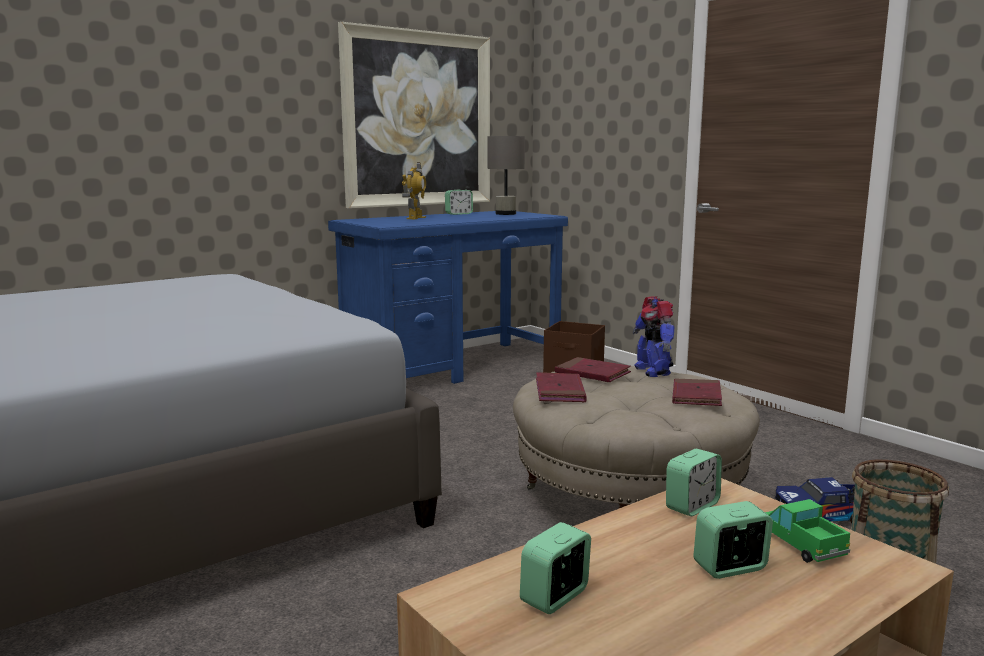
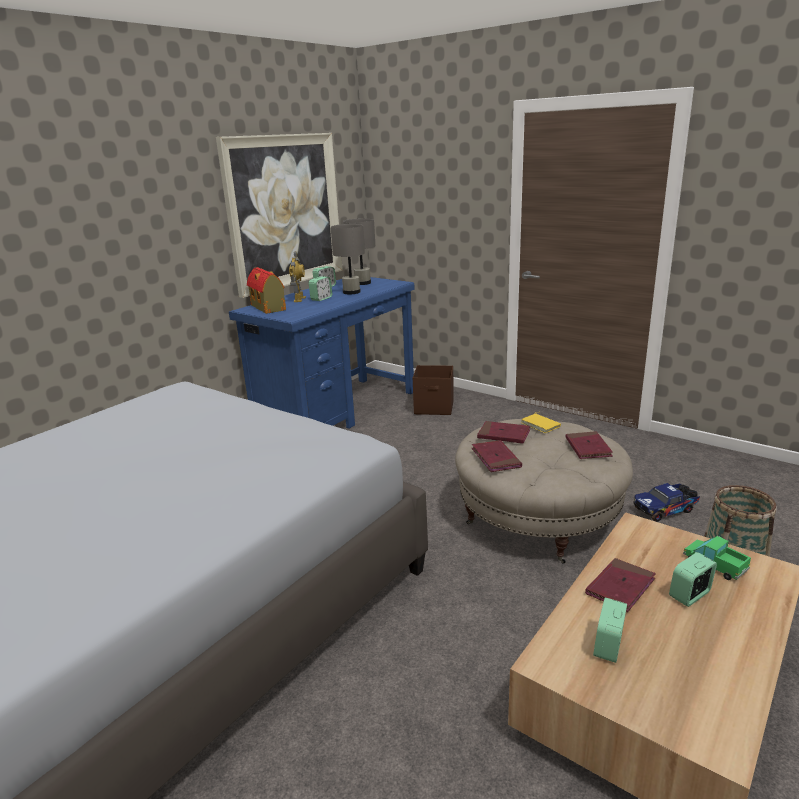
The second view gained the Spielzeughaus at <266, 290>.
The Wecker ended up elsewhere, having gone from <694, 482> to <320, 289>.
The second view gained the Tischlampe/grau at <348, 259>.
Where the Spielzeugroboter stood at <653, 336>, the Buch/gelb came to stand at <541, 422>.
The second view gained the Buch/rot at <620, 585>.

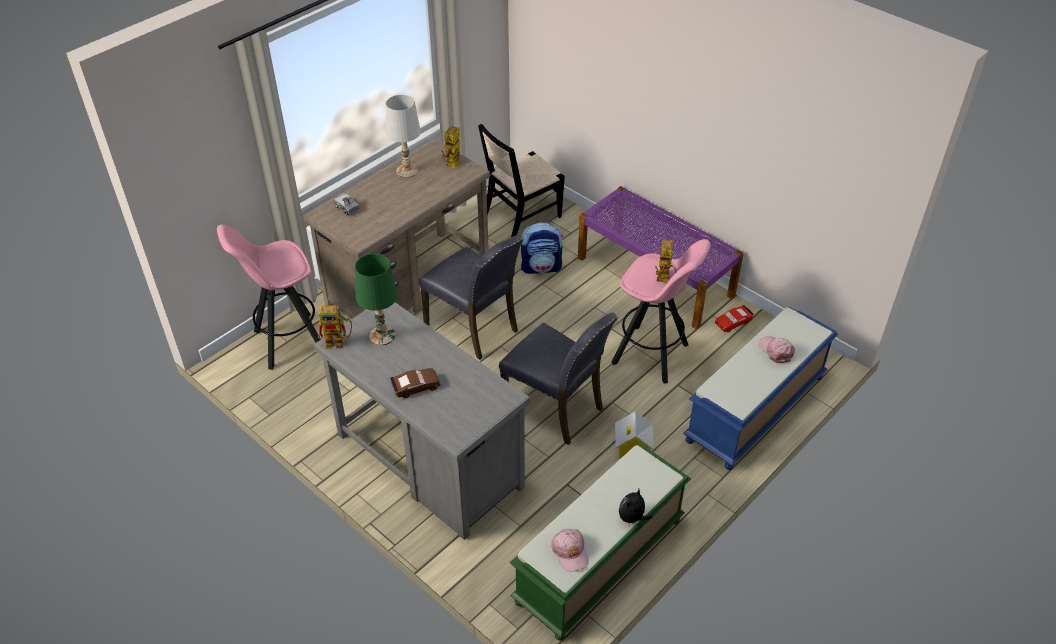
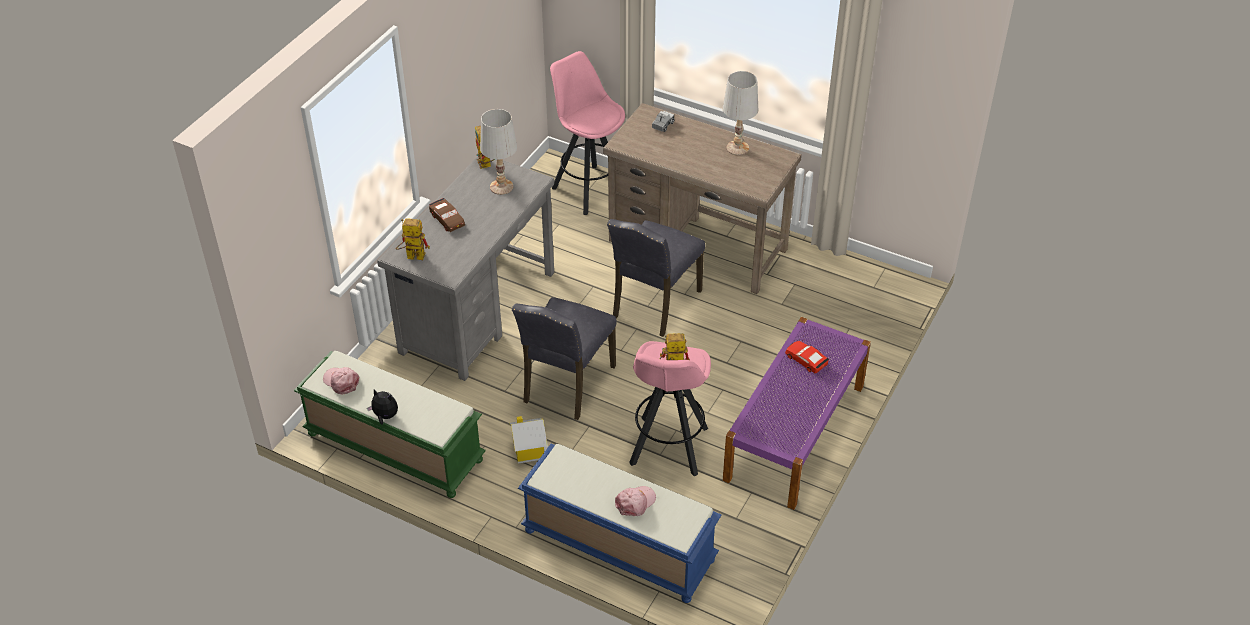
The Kappe/rosa at <570, 550> ended up facing another way, 75 degrees clockwise from before.
The Spielzeugroboter ended up elsewhere, having gone from <451, 147> to <413, 239>.
What was the Tischlampe/grün at <376, 299> turned into the Tischlampe/weiß at <498, 152>.
The Spielzeugauto/rot ended up elsewhere, having gone from <734, 318> to <807, 357>.
The second view lost the Stuhl at <521, 180>.
The second view lost the Rucksack at <542, 248>.

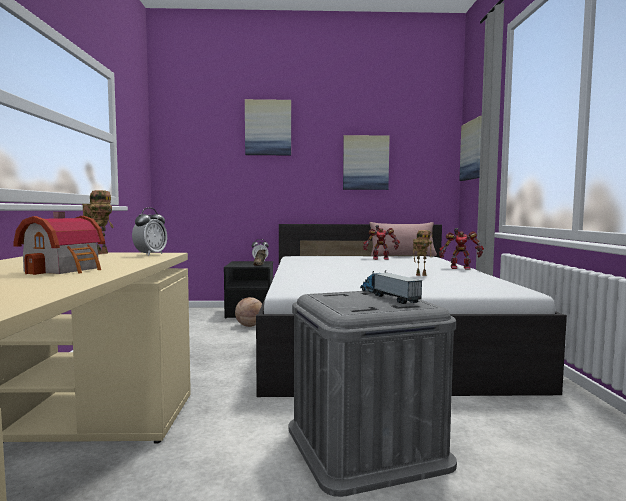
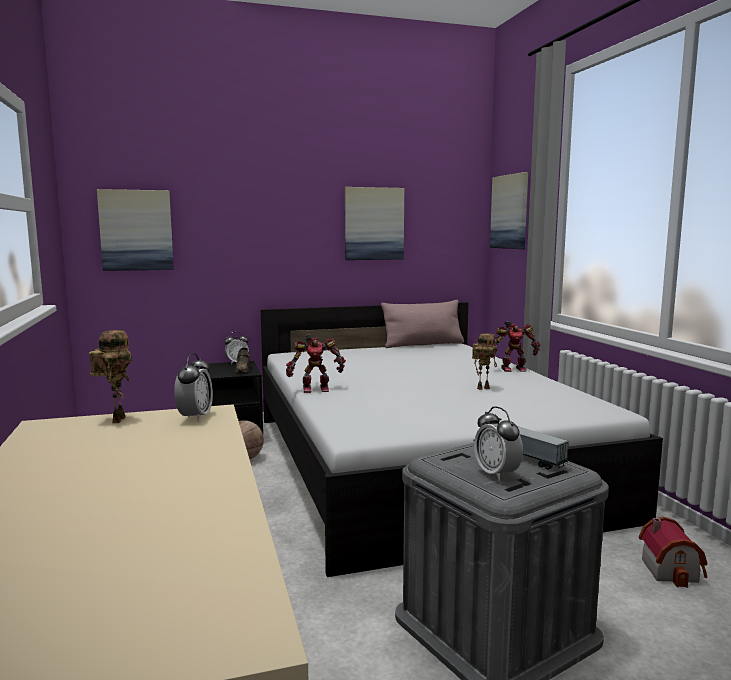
The Bild ended up elsewhere, having gone from <268, 127> to <135, 230>.
The Spielzeugroboter ended up elsewhere, having gone from <381, 242> to <316, 363>.
The second view gained the Wecker at <498, 443>.
The Spielzeughaus ended up elsewhere, having gone from <59, 243> to <673, 552>.

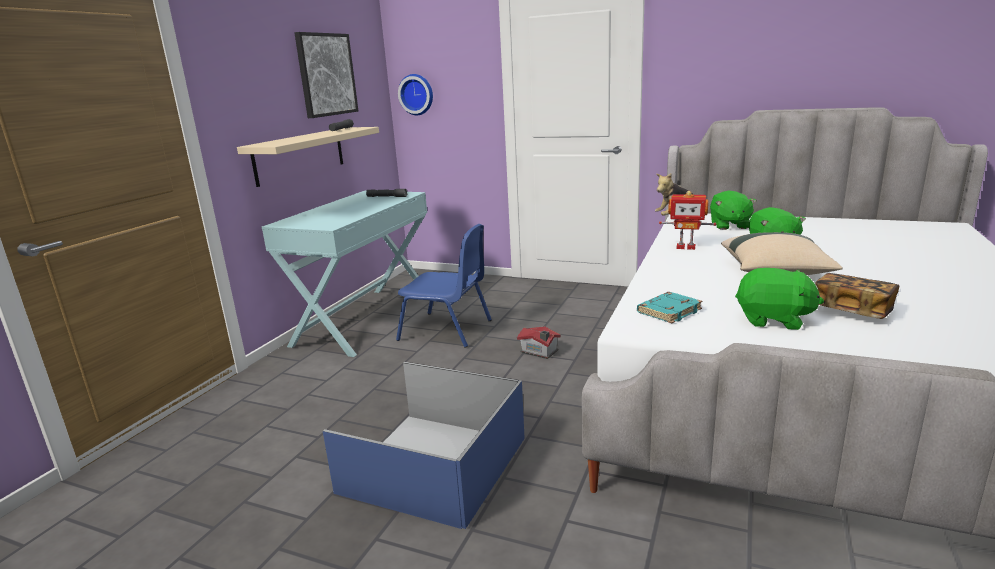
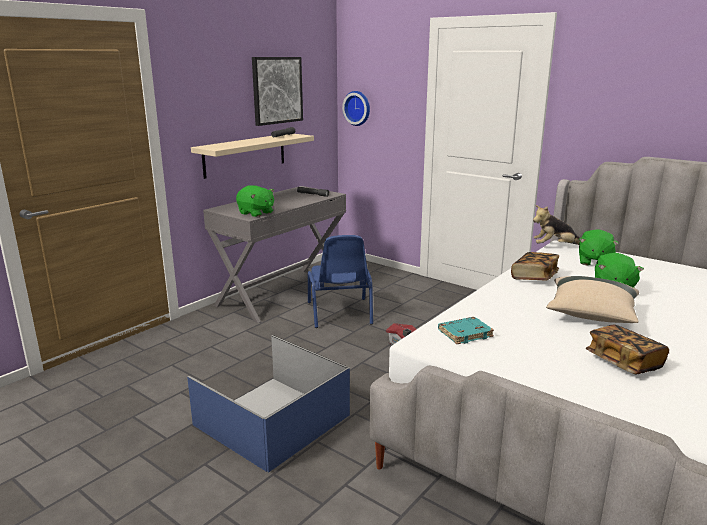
What was the Schreibtisch/türkis at <344, 274> turned into the Schreibtisch/grau at <274, 254>.
The Plüschtier/grün ended up elsewhere, having gone from <779, 299> to <255, 201>.
The Stuhl/blau at <444, 286> ended up facing another way, 45 degrees clockwise from before.
Where the Spielzeugroboter stood at <687, 220>, the Buch came to stand at <535, 266>.

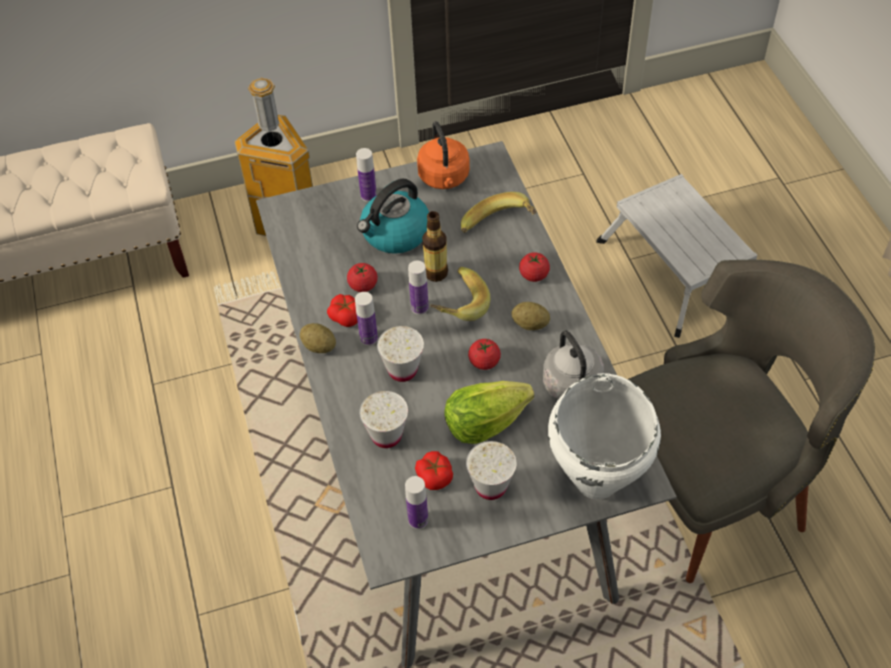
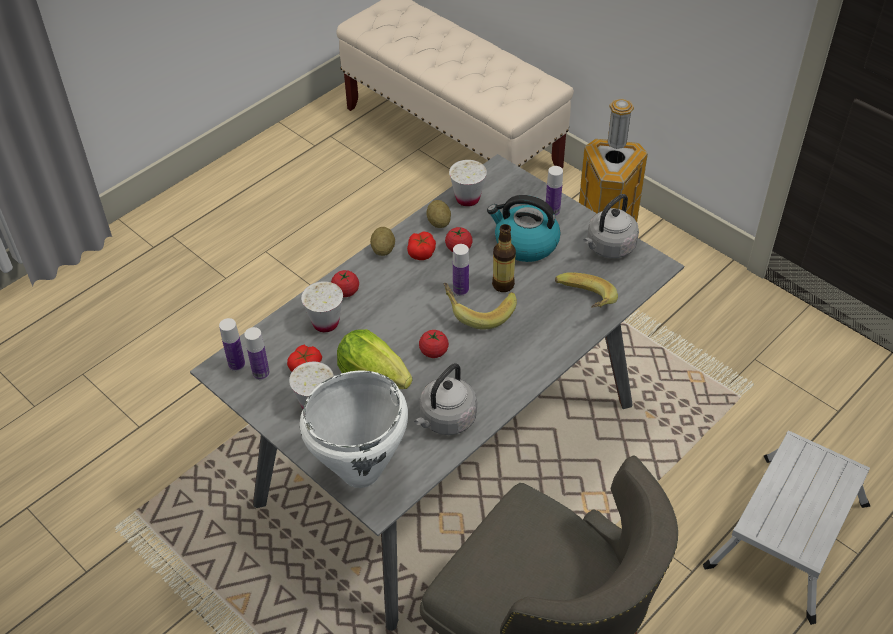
The Flasche ended up elsewhere, having gone from <366, 319> to <232, 344>.
The Tomate ended up elsewhere, having gone from <534, 267> to <345, 283>.
The Kartoffel ended up elsewhere, having gone from <531, 316> to <438, 214>.
The Tasse/weiß ended up elsewhere, having gone from <400, 354> to <468, 183>.
What was the Wasserkessel/orange at <443, 155> turned into the Wasserkessel/grau at <611, 226>.

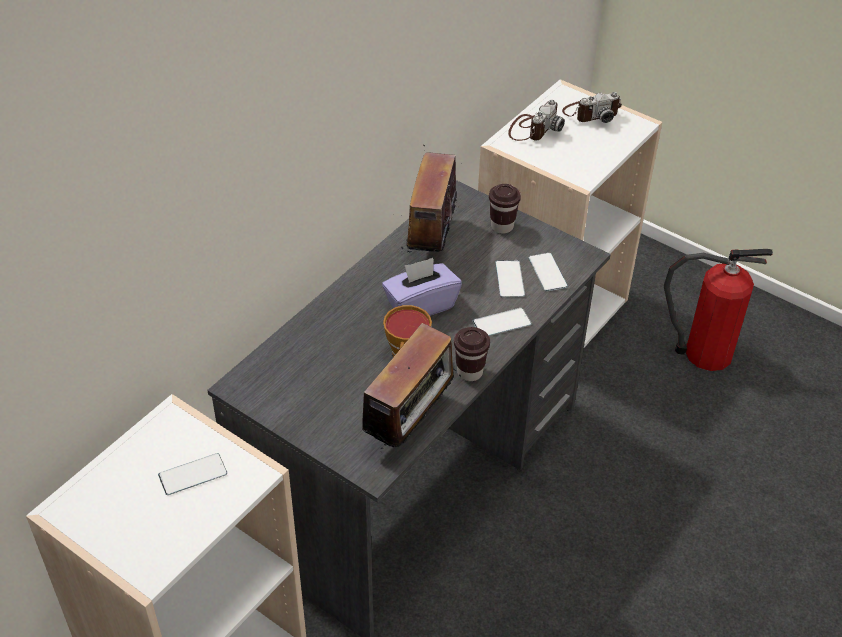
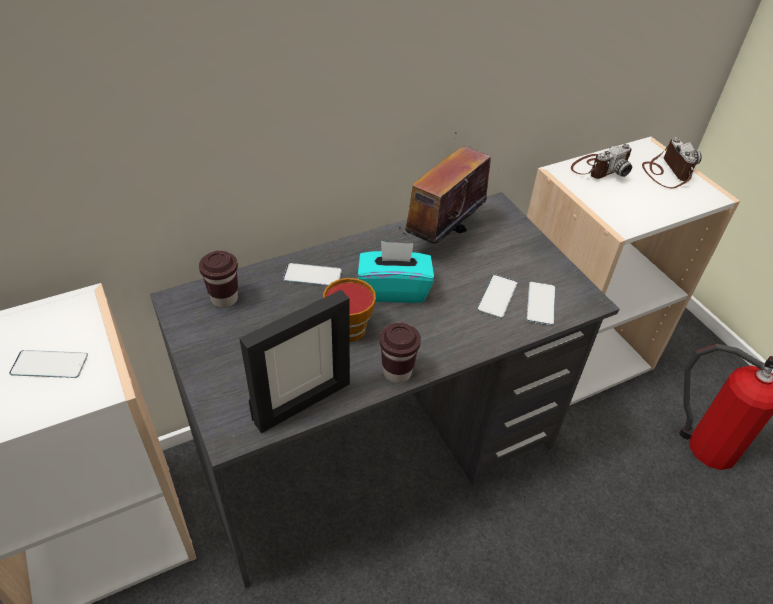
The Tasse/braun ended up elsewhere, having gone from <505, 209> to <218, 279>.
Where the Radio stood at <406, 386>, the Bilderrahmen came to stand at <294, 361>.
The Handy ended up elsewhere, having gone from <502, 322> to <312, 274>.
What was the Taschentuchbox/lila at <422, 287> turned into the Taschentuchbox/türkis at <395, 272>.
The Kamera at <592, 107> ended up facing another way, 105 degrees counterclockwise from before.

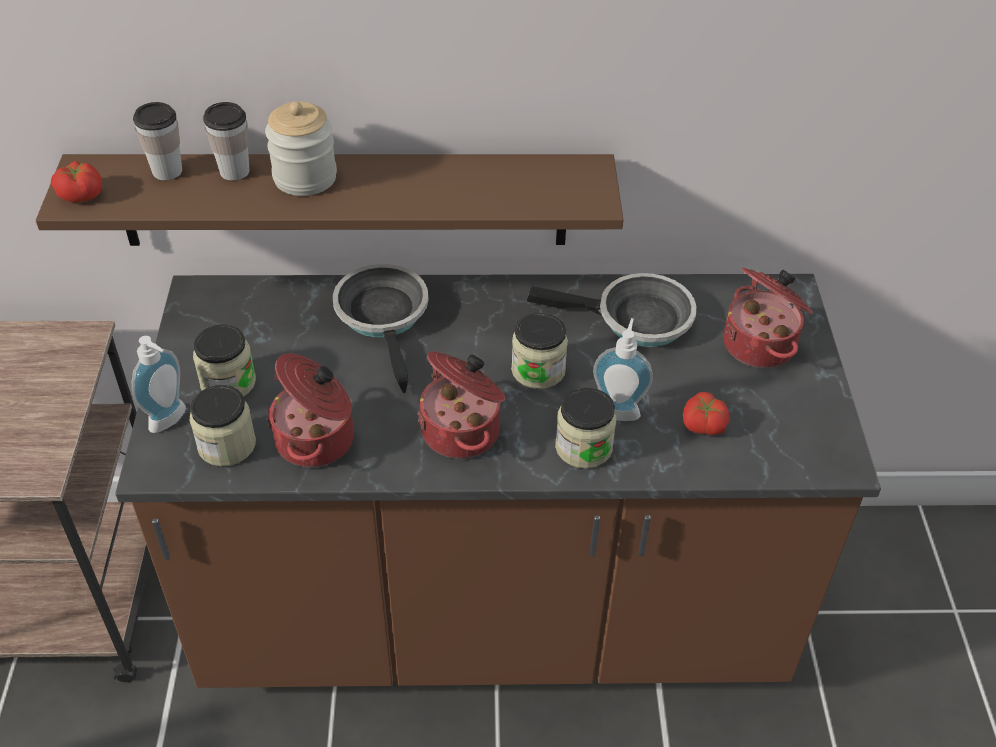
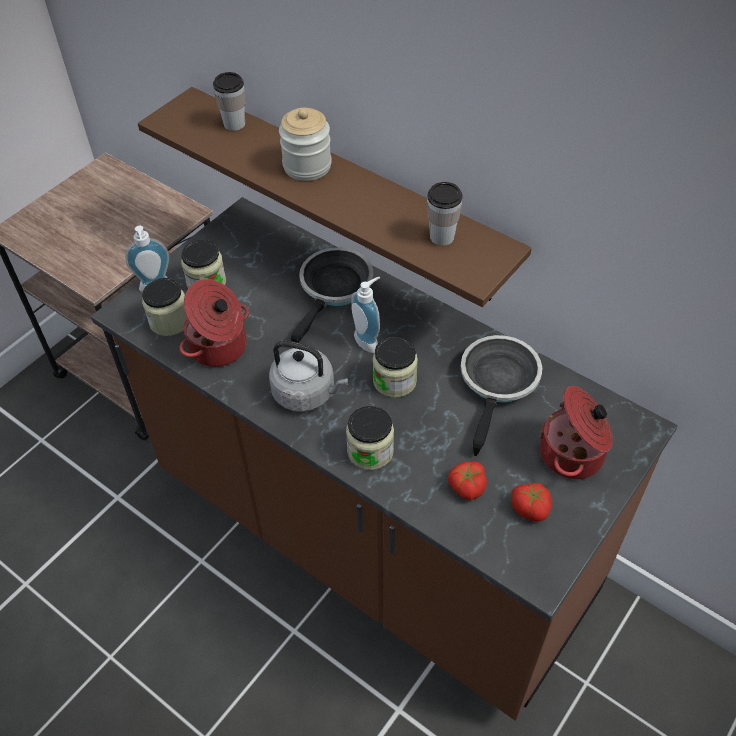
Where the Kochtopf stood at <461, 405>, the Wasserkessel/grau came to stand at <308, 376>.
The Seifenspender ended up elsewhere, having gone from <623, 369> to <365, 315>.
The Tasse ended up elsewhere, having gone from <226, 141> to <444, 214>.
The Pfanne at <612, 310> ended up facing another way, 120 degrees counterclockwise from before.
The Tomate ended up elsewhere, having gone from <76, 181> to <531, 502>.

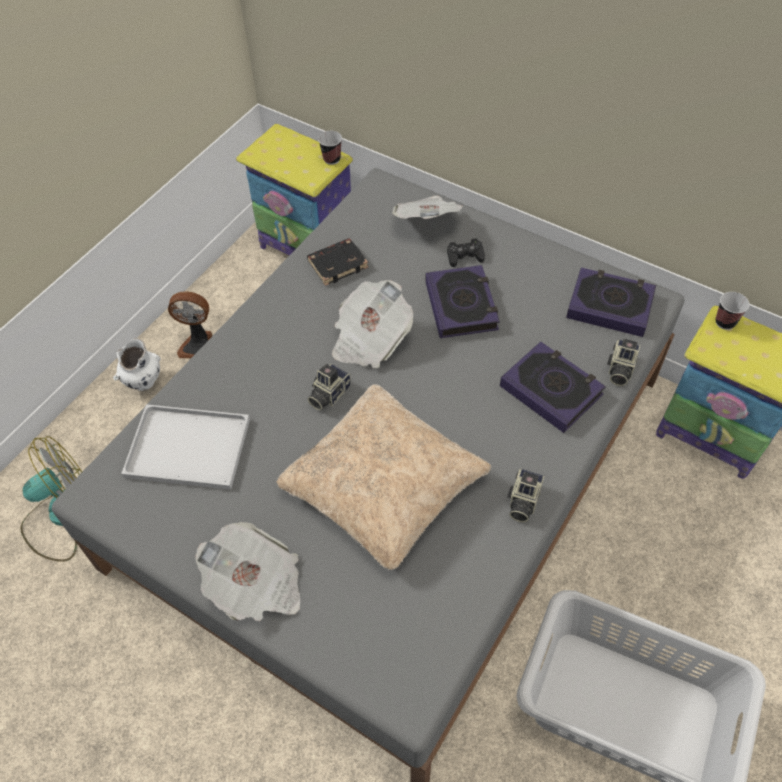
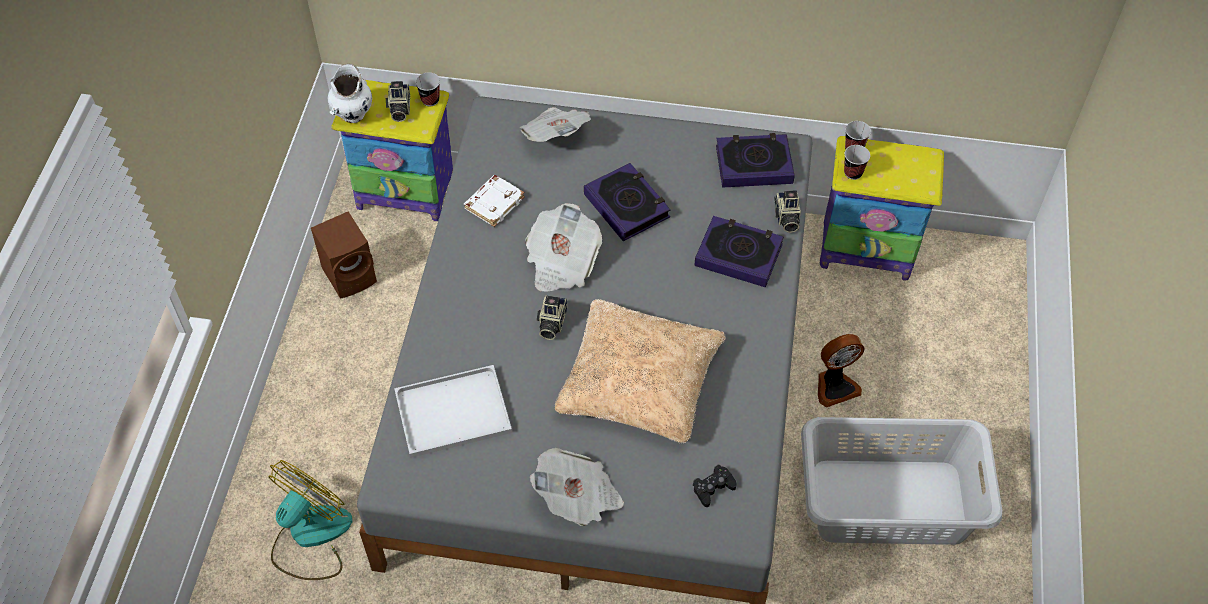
The second view gained the Lautsprecher/braun at <344, 255>.
The Vase/weiß ended up elsewhere, having gone from <137, 364> to <350, 93>.
The Kamera ended up elsewhere, having gone from <526, 495> to <398, 101>.
What was the Buch/schwarz at <337, 262> turned into the Buch/weiß at <494, 201>.
The Gamepad/schwarz ended up elsewhere, having gone from <466, 252> to <715, 486>.
The Ventilator ended up elsewhere, having gone from <190, 324> to <841, 371>.
The second view gained the Tasse at <857, 162>.

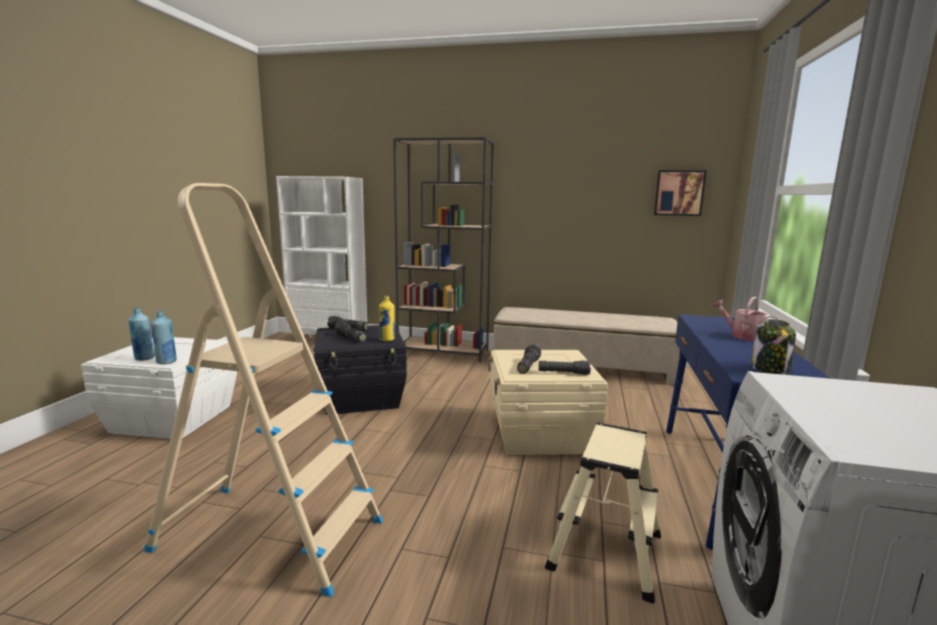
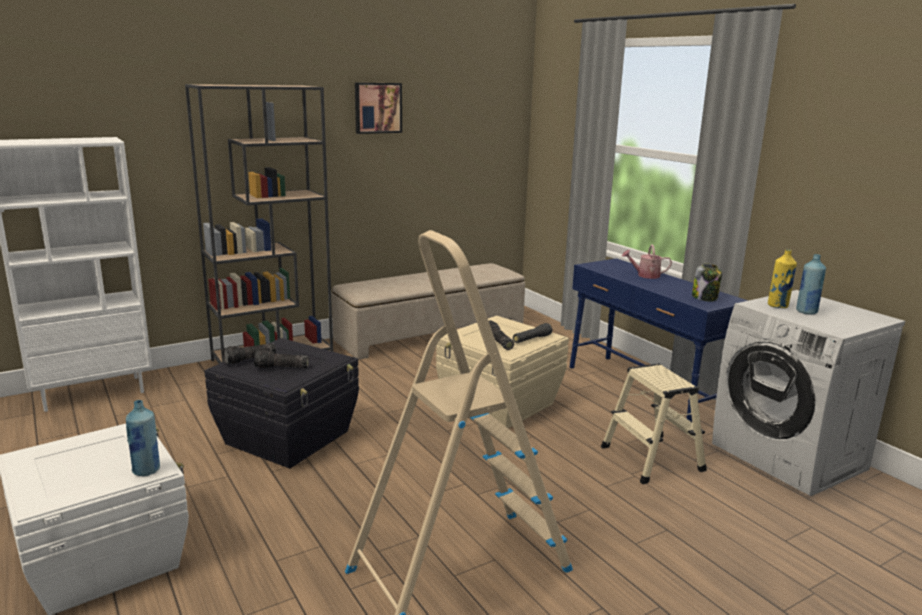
The Bild ended up elsewhere, having gone from <680, 193> to <378, 108>.
The Flasche/gelb ended up elsewhere, having gone from <387, 318> to <782, 278>.
The Flasche/blau ended up elsewhere, having gone from <141, 334> to <811, 284>.

